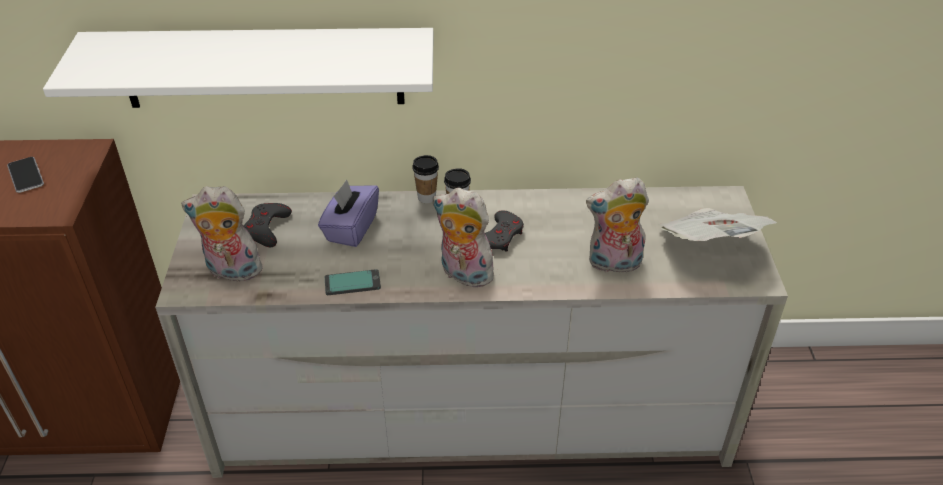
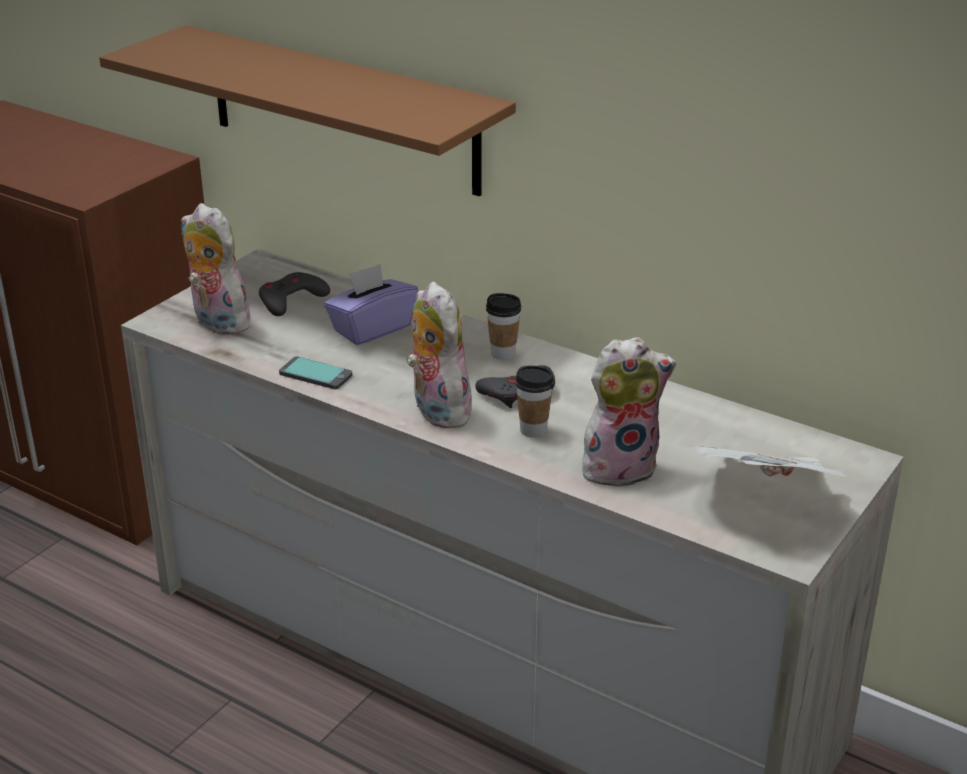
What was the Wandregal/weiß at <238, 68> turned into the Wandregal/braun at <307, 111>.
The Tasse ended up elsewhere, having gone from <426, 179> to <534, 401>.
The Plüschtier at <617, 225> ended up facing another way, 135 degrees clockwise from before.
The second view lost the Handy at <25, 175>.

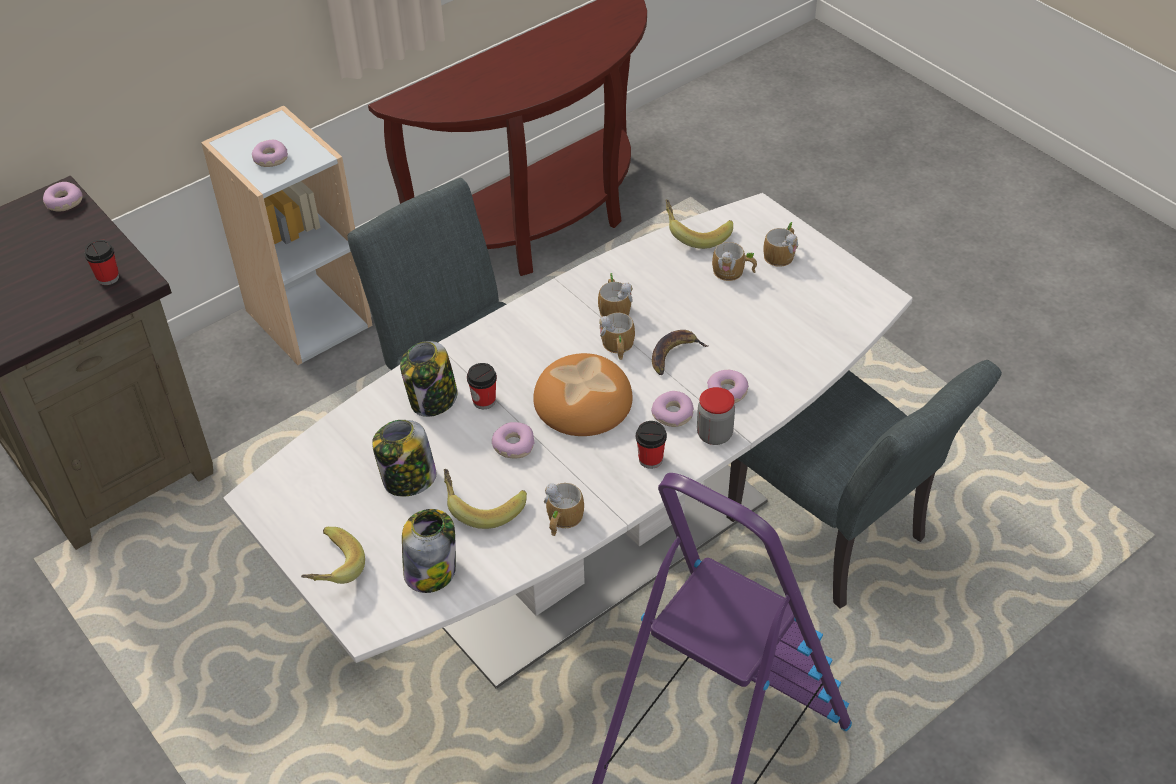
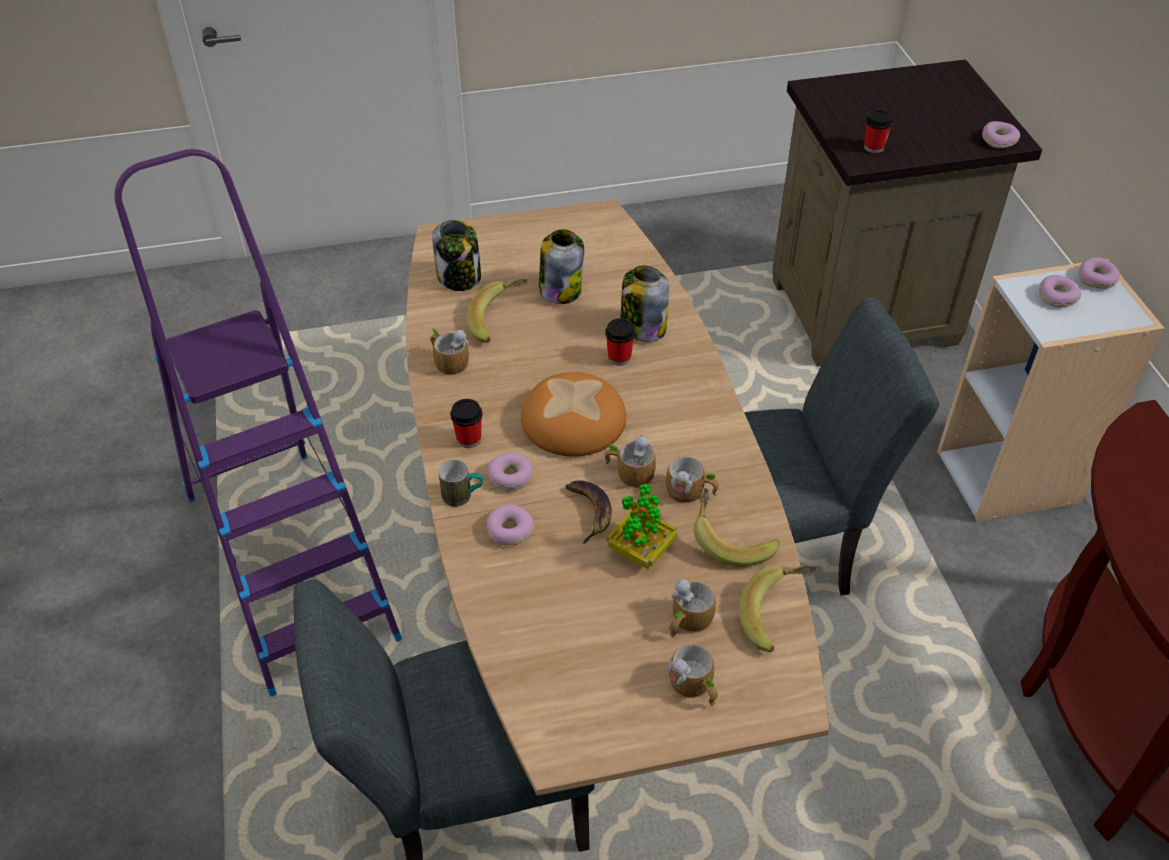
What was the Esstisch/weiß at <568, 441> turned into the Esstisch/braun at <617, 497>.
Where the Vorratsglas stood at <716, 416>, the Henkelbecher came to stand at <460, 483>.
The second view gained the Topfpflanze at <642, 527>.
The Banane ended up elsewhere, having gone from <333, 555> to <737, 527>.
The Donut ended up elsewhere, having gone from <513, 440> to <1099, 273>.

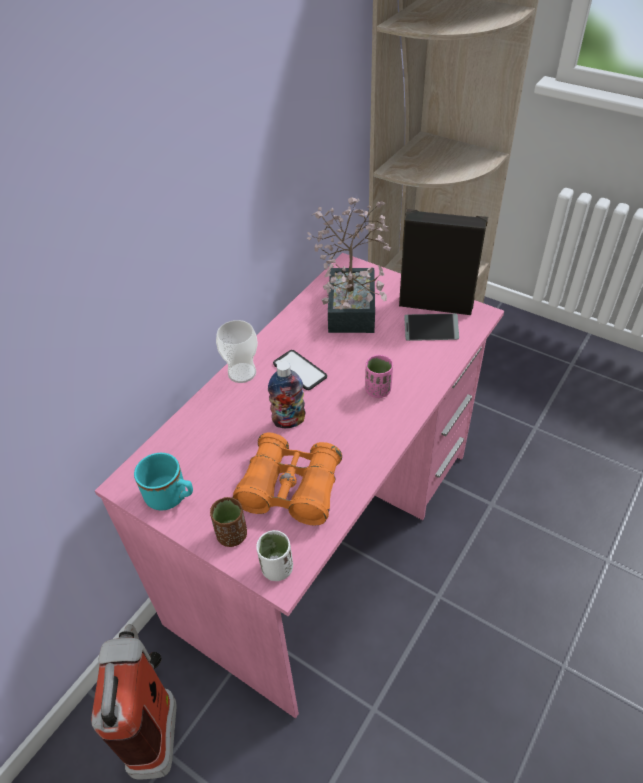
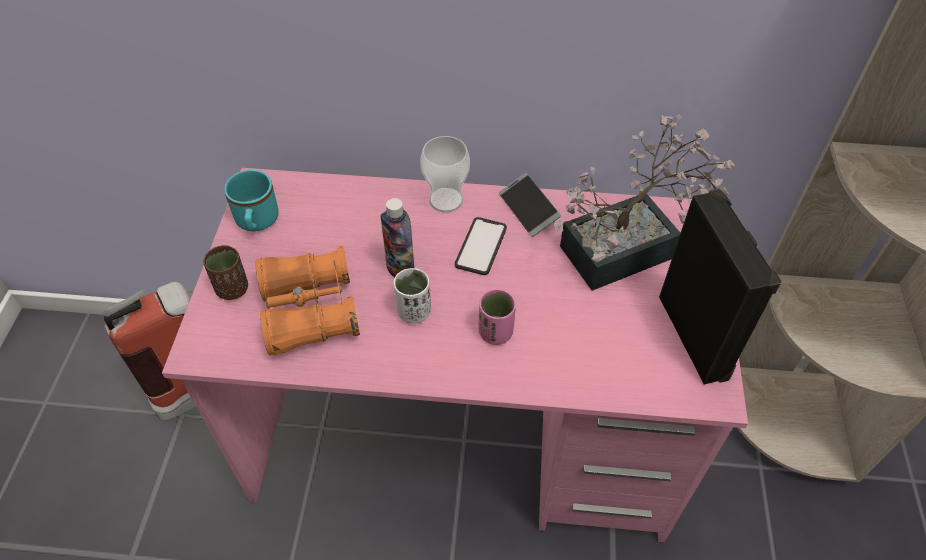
The Tasse/weiß ended up elsewhere, having gone from <274, 555> to <412, 295>.
The Handy ended up elsewhere, having gone from <431, 327> to <530, 205>.

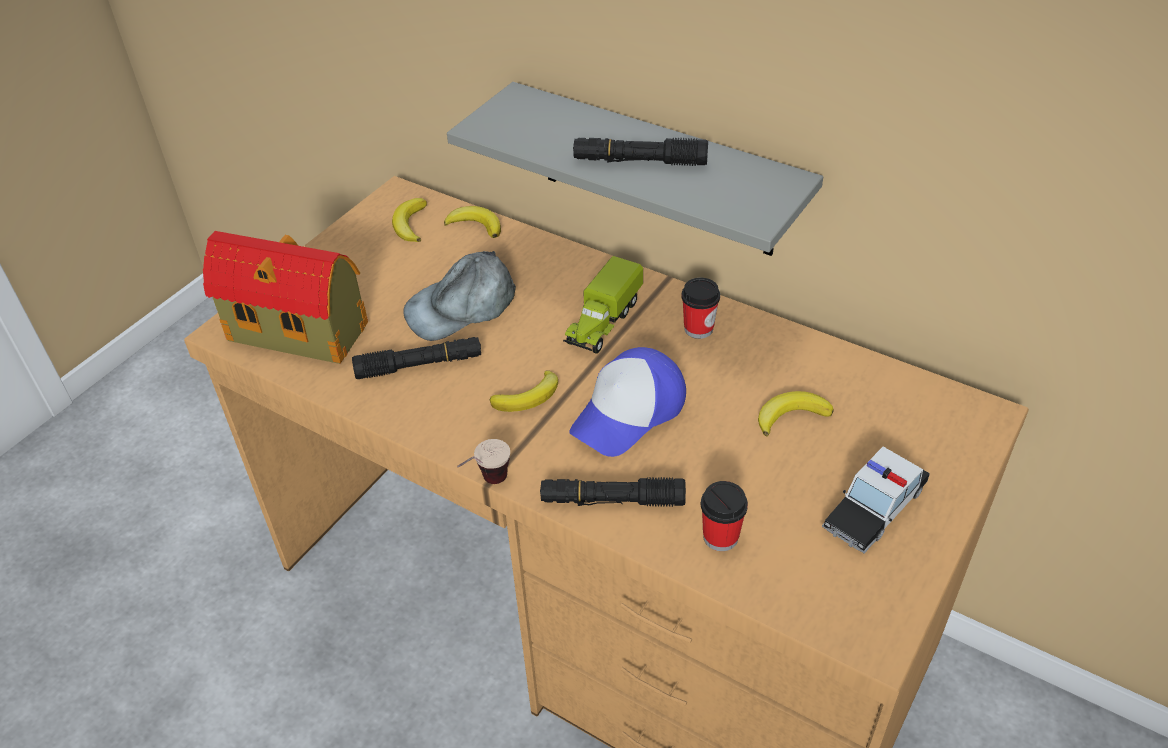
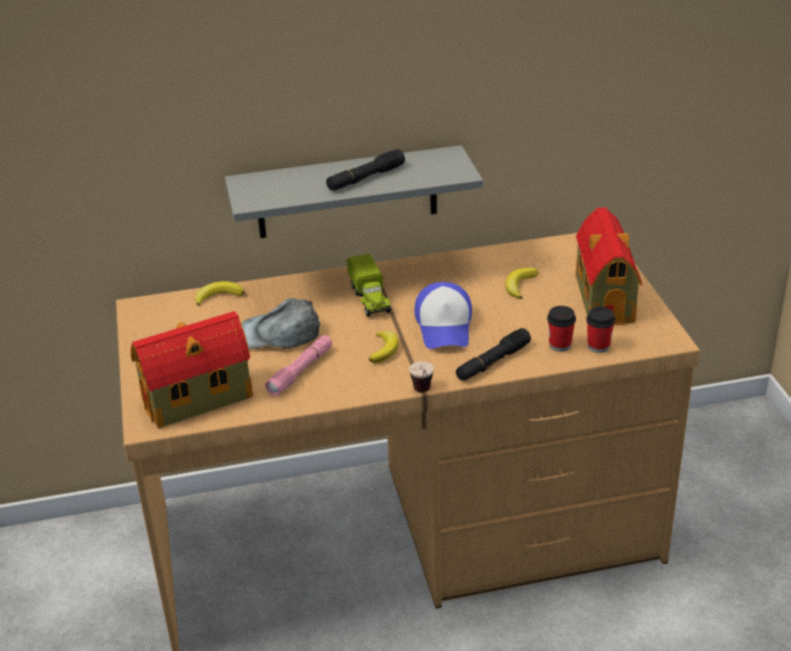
The Kappe/grau at <459, 296> ended up facing another way, 75 degrees clockwise from before.
What was the Taschenlampe/schwarz at <416, 358> turned into the Taschenlampe/rosa at <298, 365>.
Where the Spielzeugauto stood at <876, 500>, the Spielzeughaus came to stand at <609, 266>.
The Tasse ended up elsewhere, having gone from <701, 308> to <600, 330>.
The second view lost the Banane at <409, 220>.

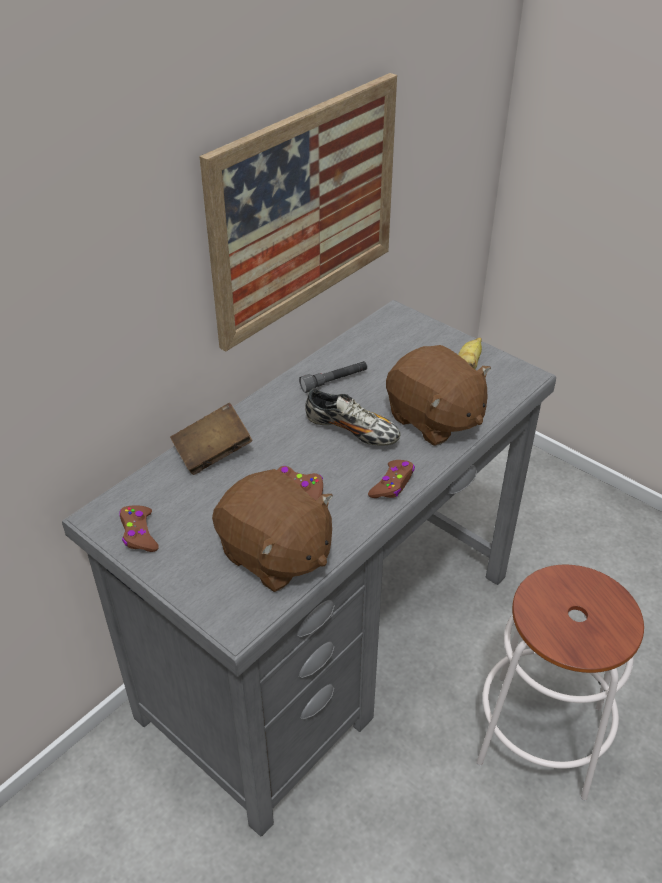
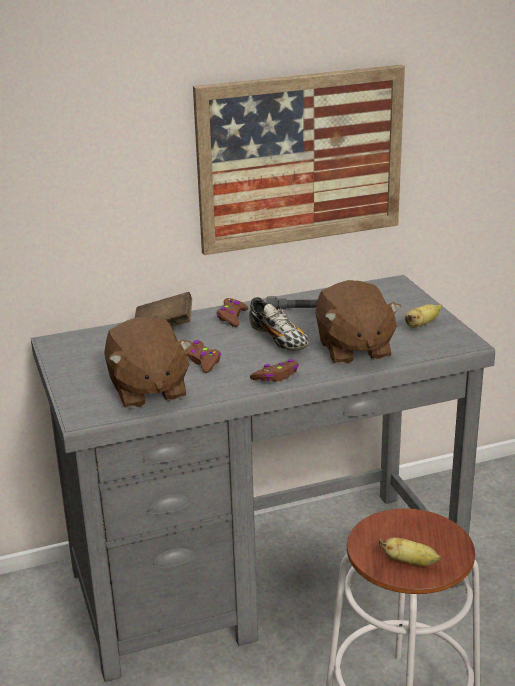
The Gamepad/braun ended up elsewhere, having gone from <139, 528> to <232, 312>.
The second view gained the Banane at <410, 552>.

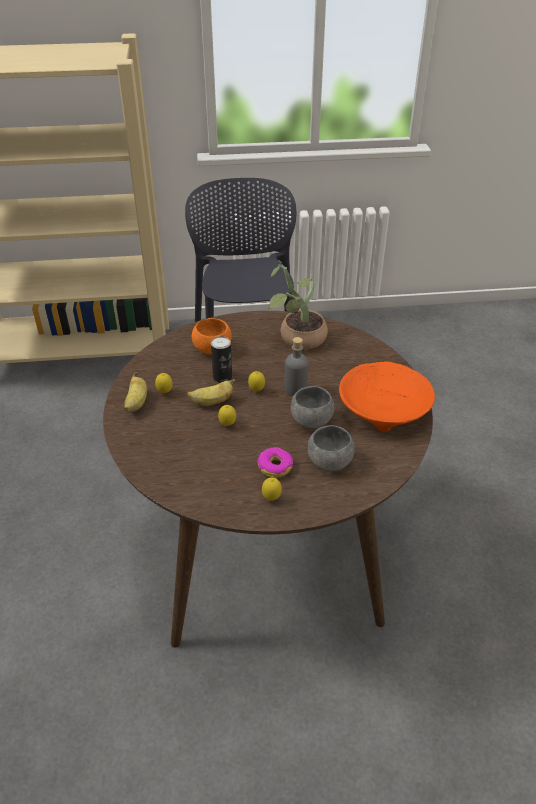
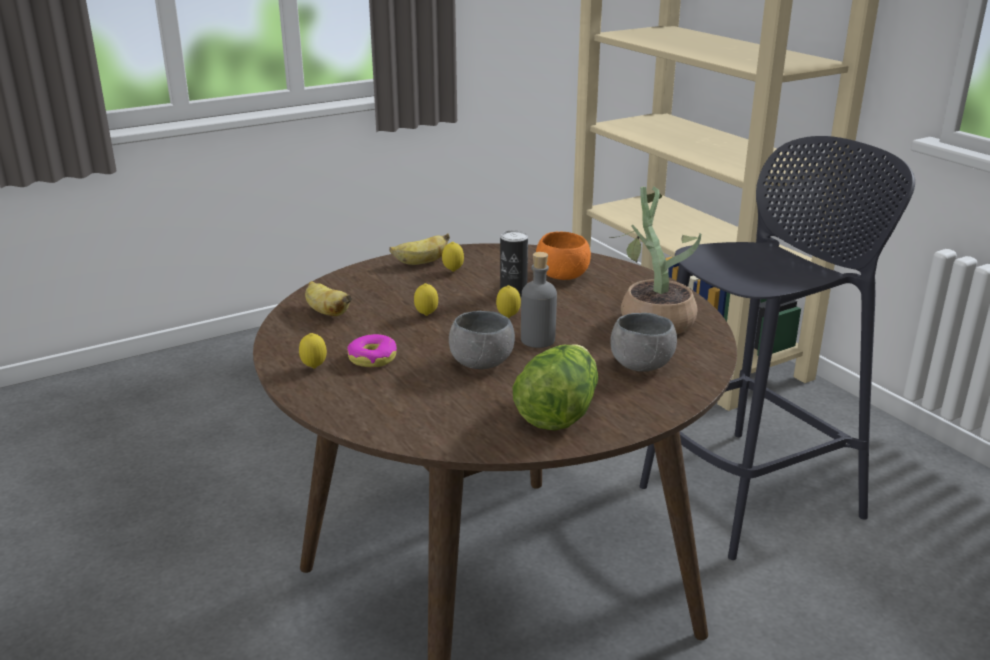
The Banane ended up elsewhere, having gone from <211, 392> to <328, 298>.
Where the Schüssel/orange stood at <387, 396>, the Salatkopf came to stand at <555, 387>.
The Schüssel/grau ended up elsewhere, having gone from <331, 448> to <643, 342>.

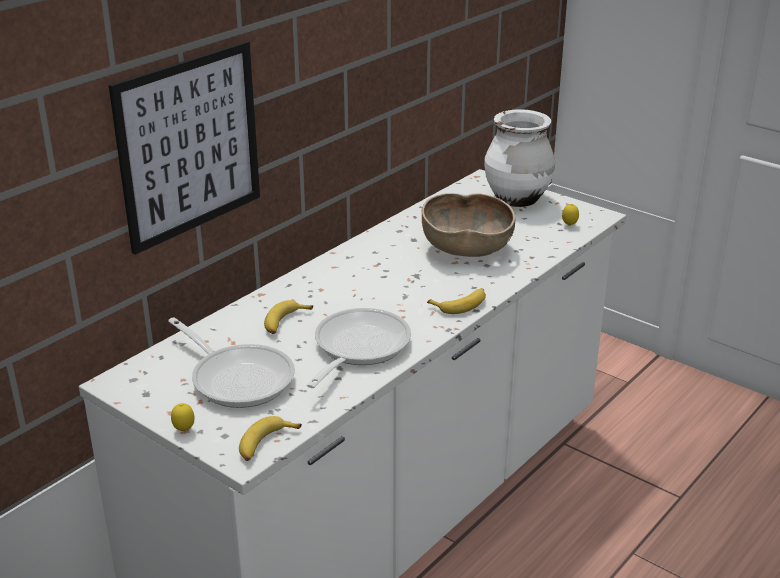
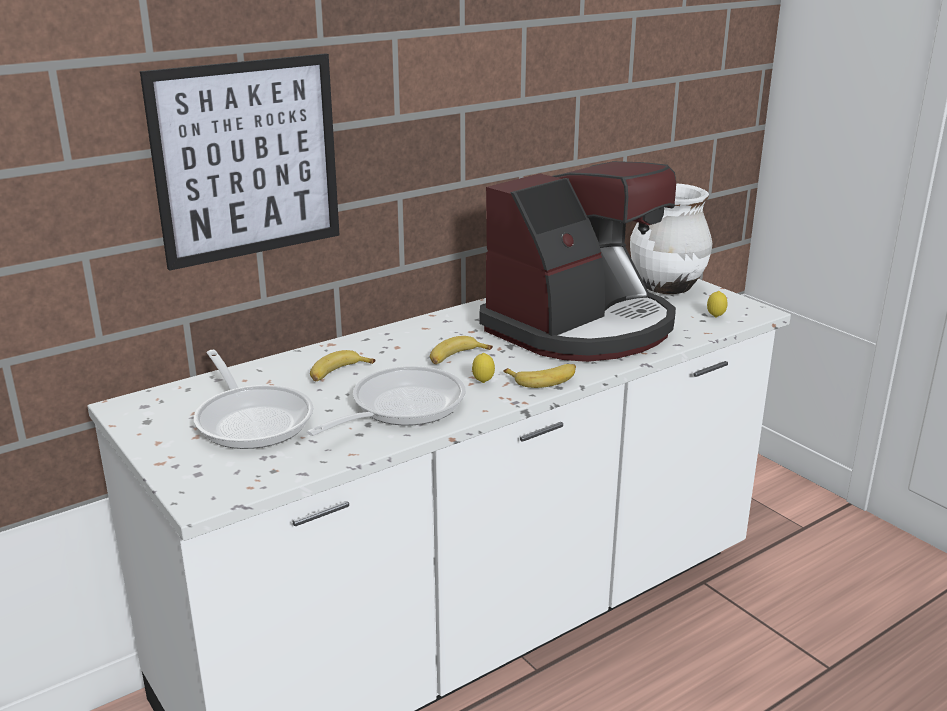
The Banane ended up elsewhere, having gone from <270, 438> to <461, 350>.
The Zitrone ended up elsewhere, having gone from <183, 417> to <483, 368>.
Where the Schüssel/braun stood at <468, 225>, the Kaffeemaschine came to stand at <578, 261>.

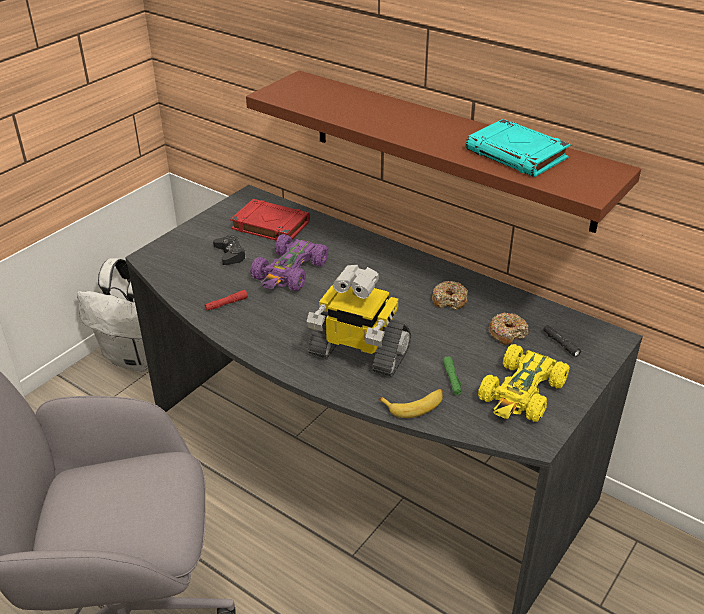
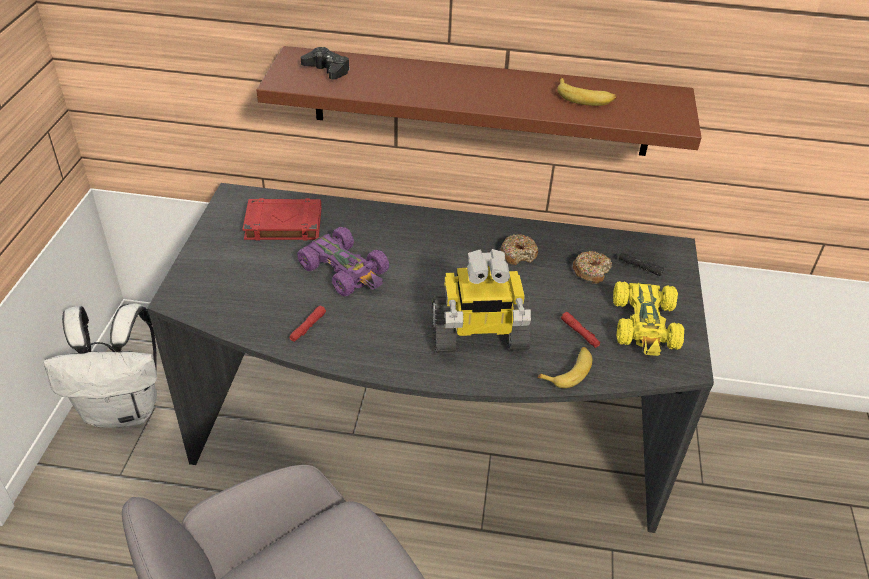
The Spielzeugauto/lila at <289, 262> ended up facing another way, 45 degrees counterclockwise from before.
The Gamepad/schwarz ended up elsewhere, having gone from <230, 250> to <325, 63>.
Where the Buch/türkis stood at <518, 148>, the Banane came to stand at <587, 92>.
What was the Taschenlampe/grün at <452, 376> turned into the Taschenlampe/rot at <580, 330>.

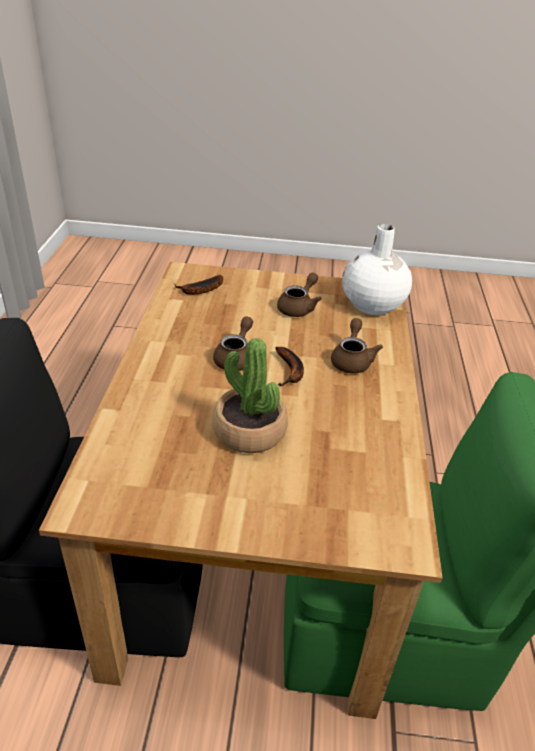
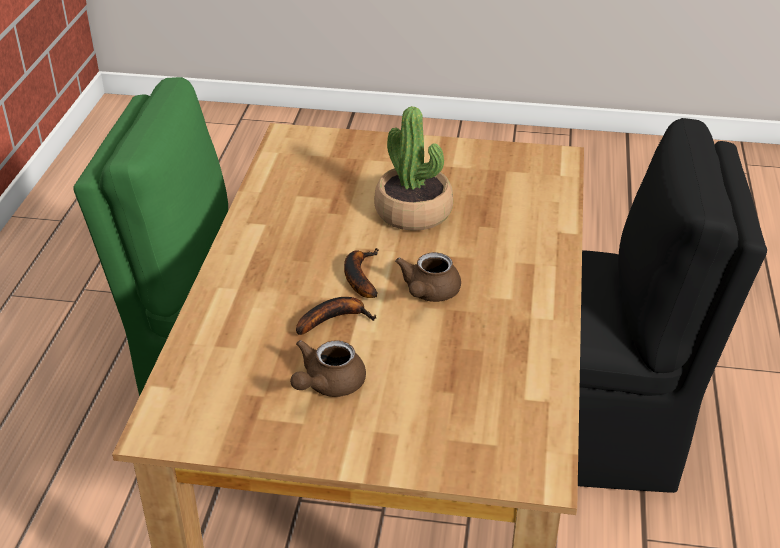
The Banane ended up elsewhere, having gone from <198, 285> to <336, 316>.
The second view lost the Teekanne/braun at <357, 345>.
The second view lost the Vase/weiß at <377, 269>.

